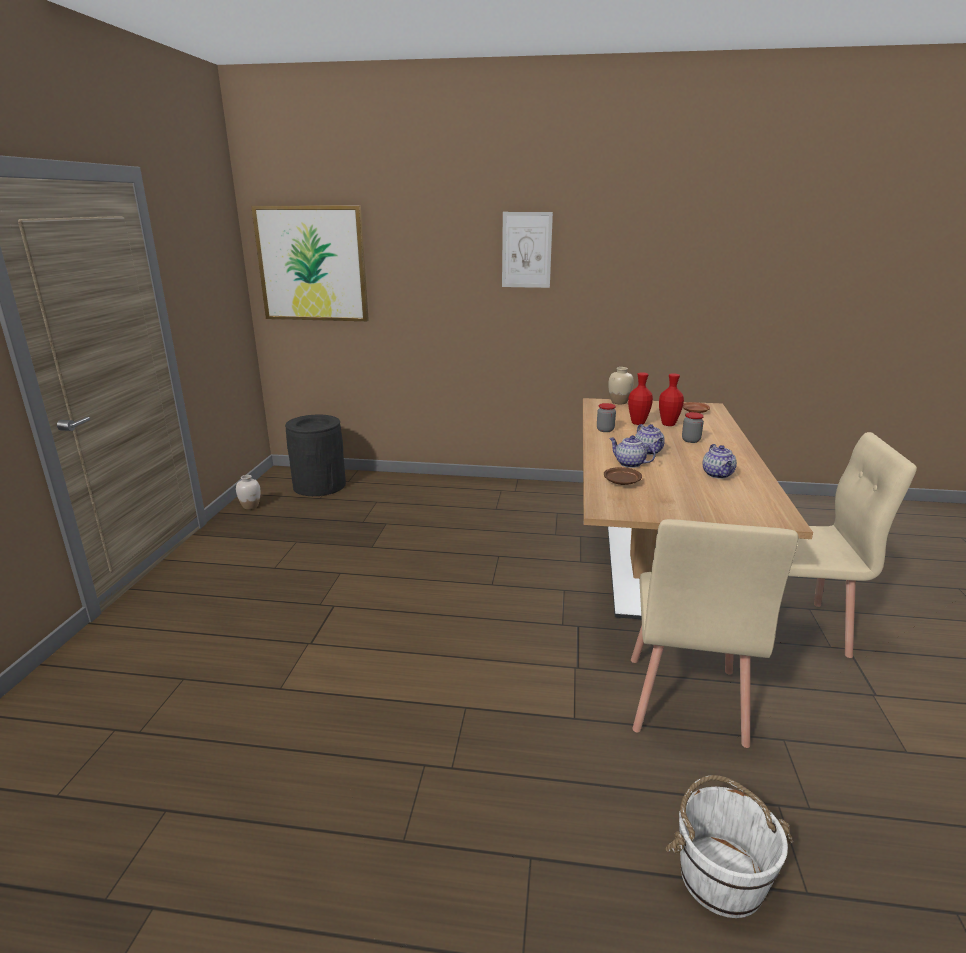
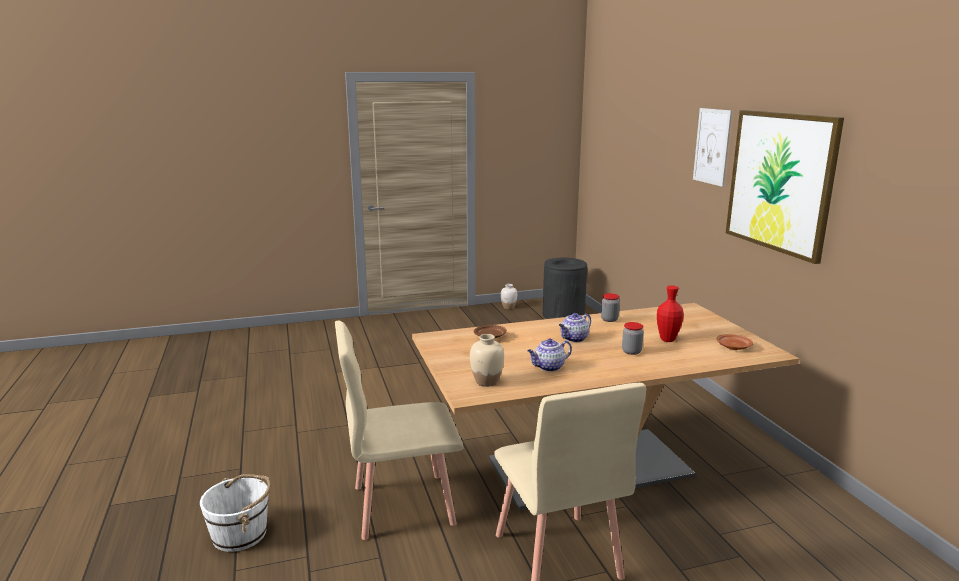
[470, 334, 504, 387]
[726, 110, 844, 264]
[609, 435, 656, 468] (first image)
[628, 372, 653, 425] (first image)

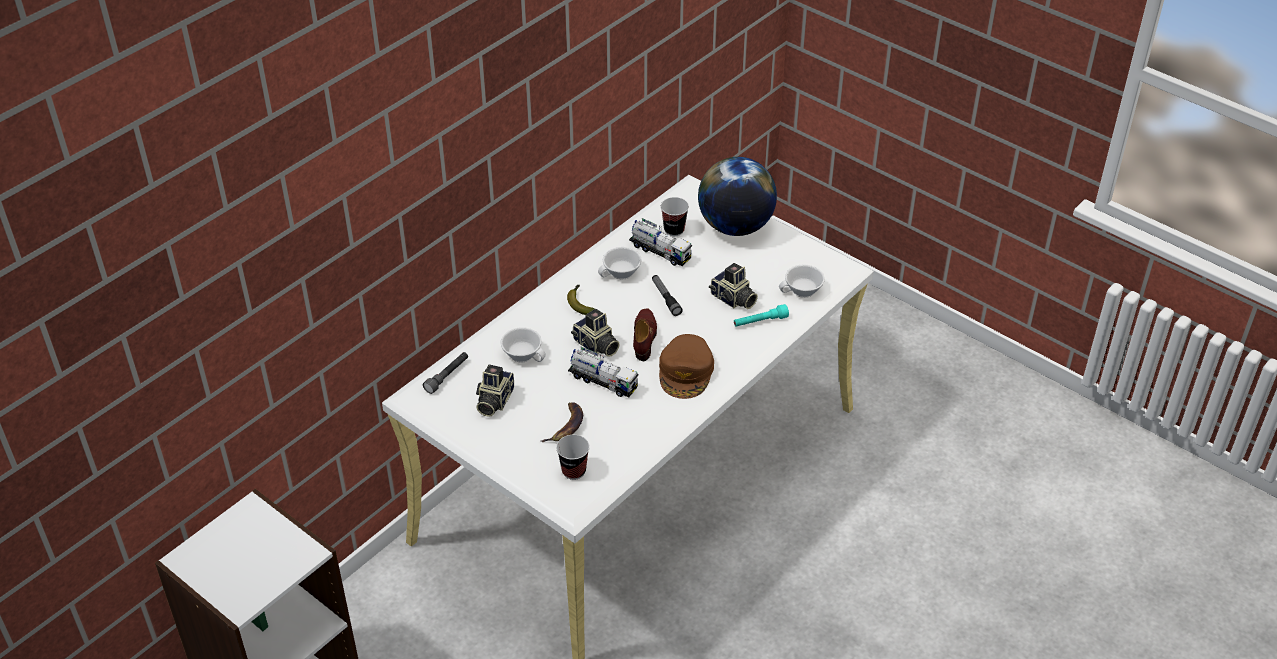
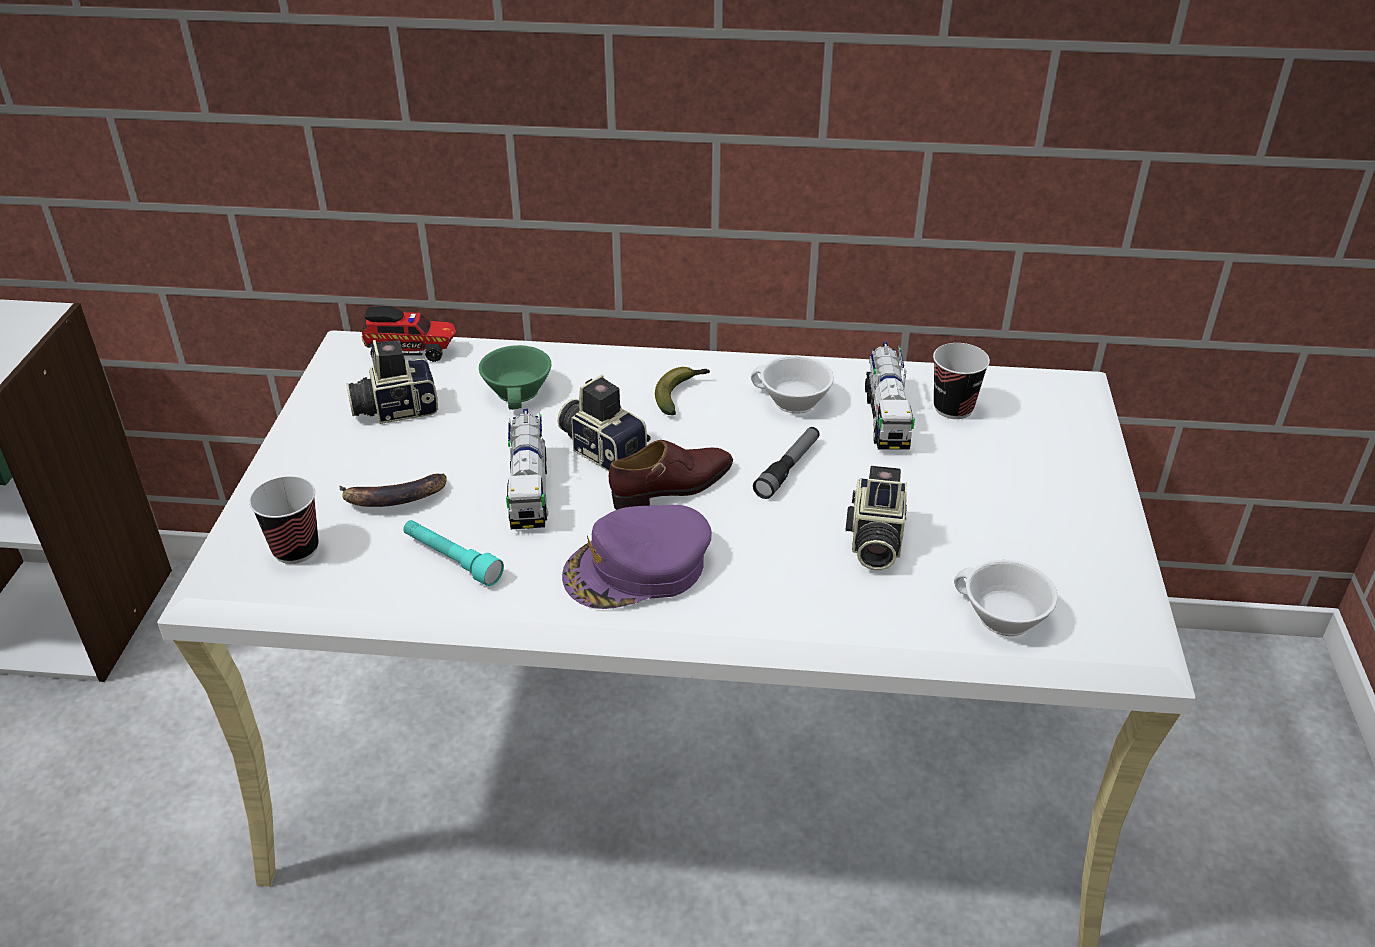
[362, 306, 456, 362]
[403, 520, 504, 586]
[479, 345, 551, 410]
[557, 374, 651, 471]
[562, 505, 712, 609]
[698, 157, 777, 236] (first image)

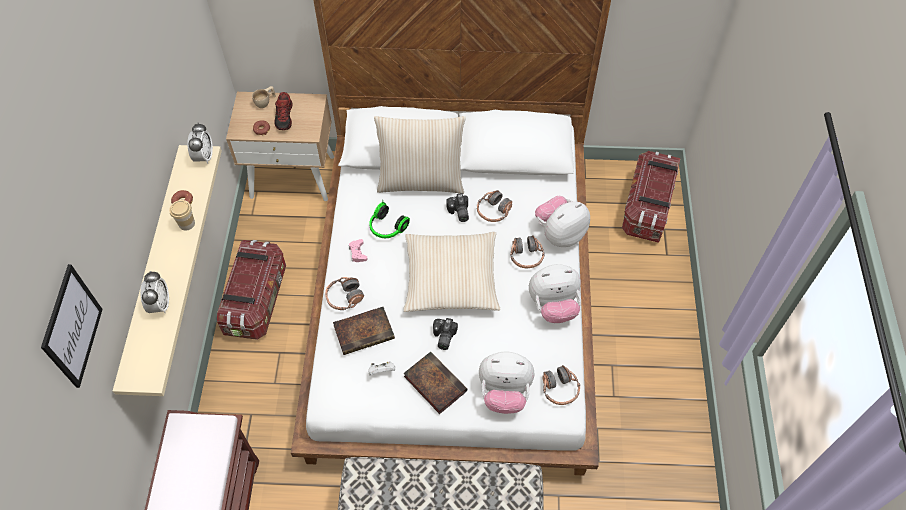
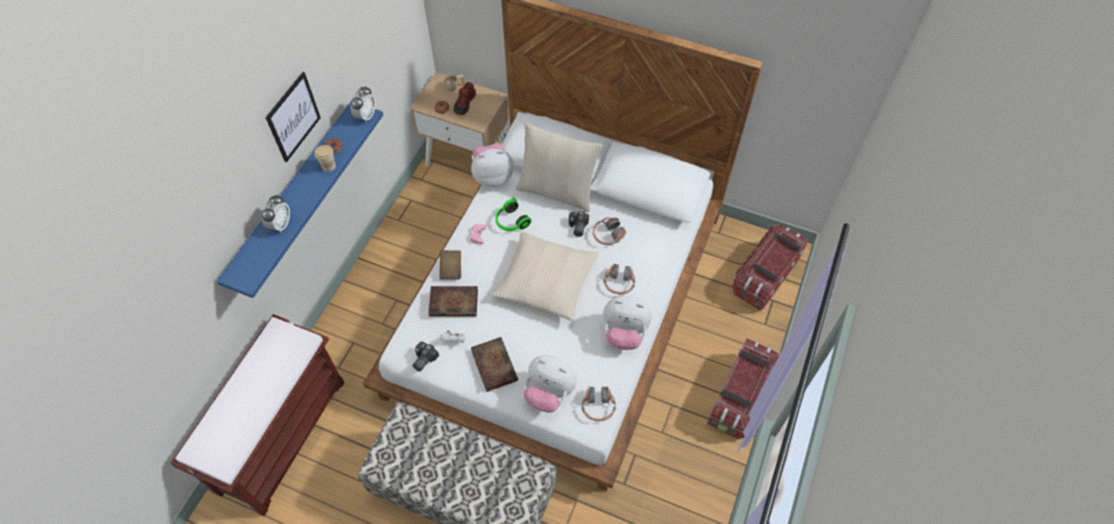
[216, 102, 383, 298]
[265, 72, 321, 162]
[412, 342, 439, 372]
[440, 250, 461, 280]
[471, 143, 514, 187]
[707, 339, 779, 439]

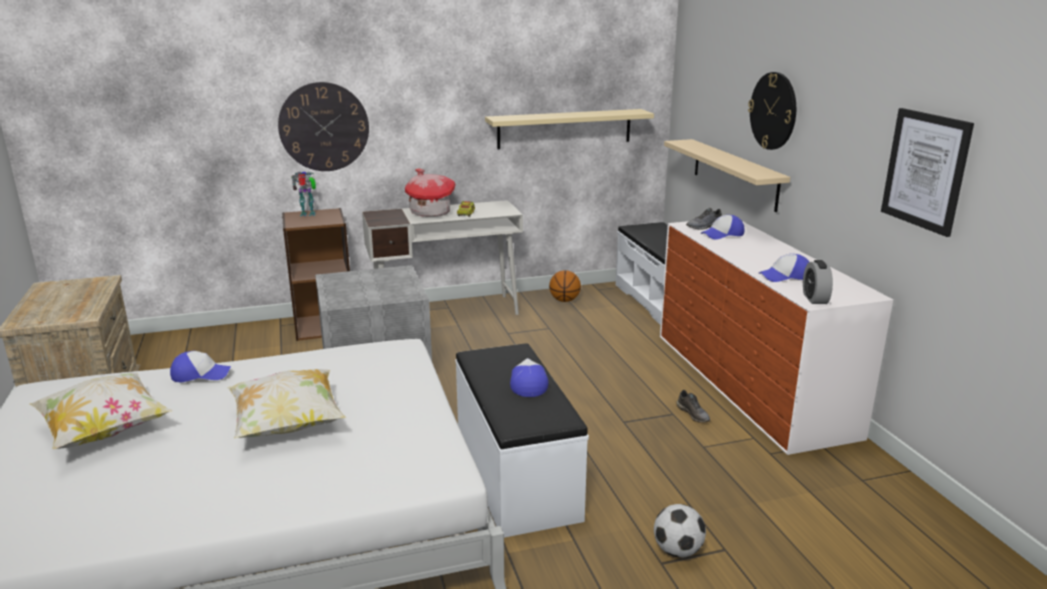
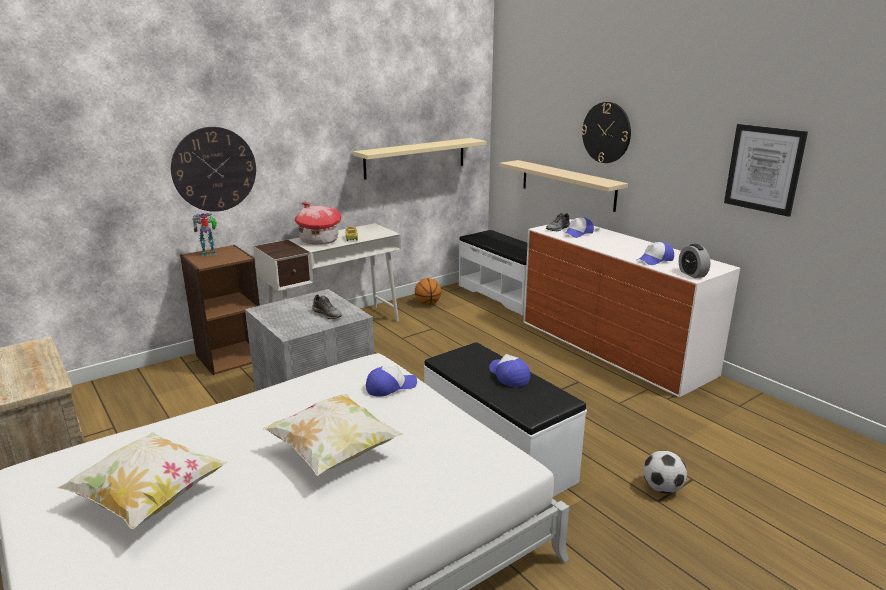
[312, 295, 342, 319]
[366, 366, 417, 397]

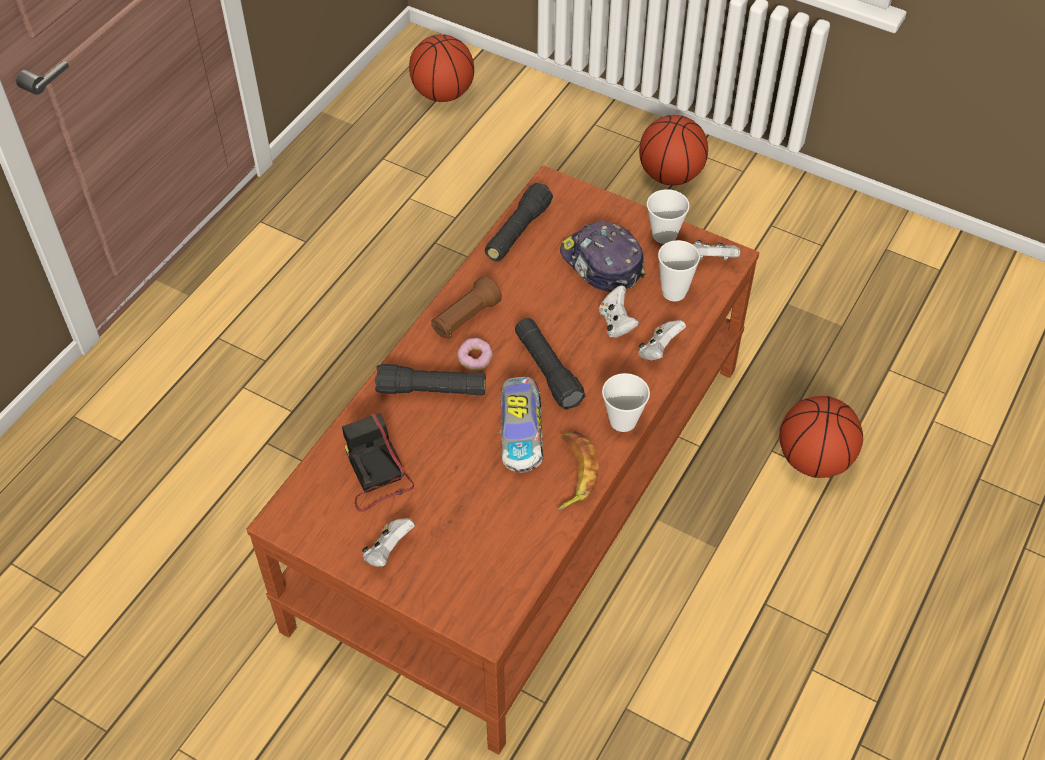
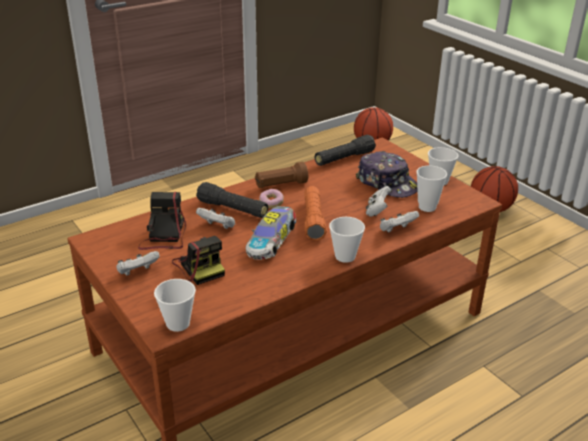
[154, 279, 196, 332]
[172, 236, 225, 285]
[196, 208, 235, 229]
[304, 186, 327, 241]
[356, 151, 417, 198]
[558, 431, 599, 511] (first image)
[779, 396, 863, 478] (first image)

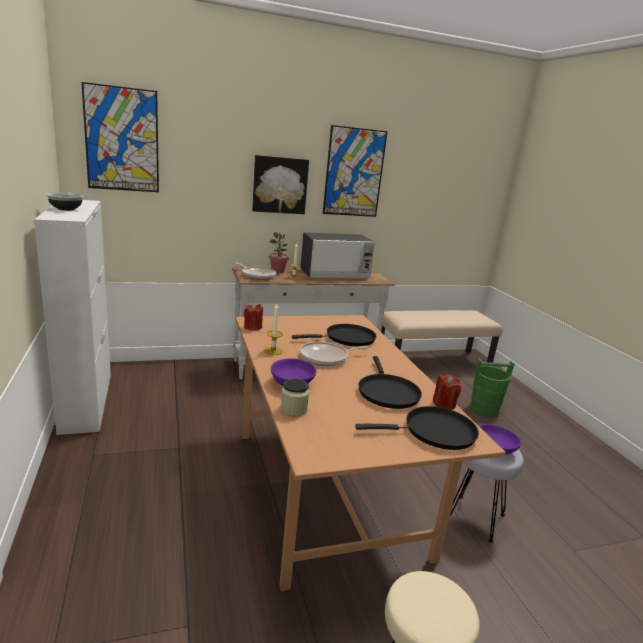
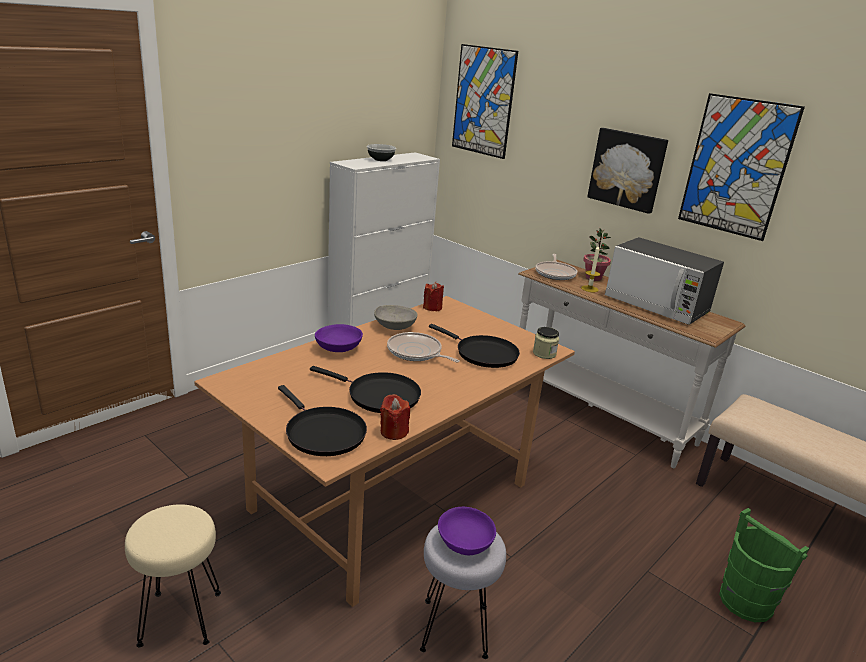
[310, 366, 421, 413]
[374, 305, 417, 330]
[533, 327, 559, 359]

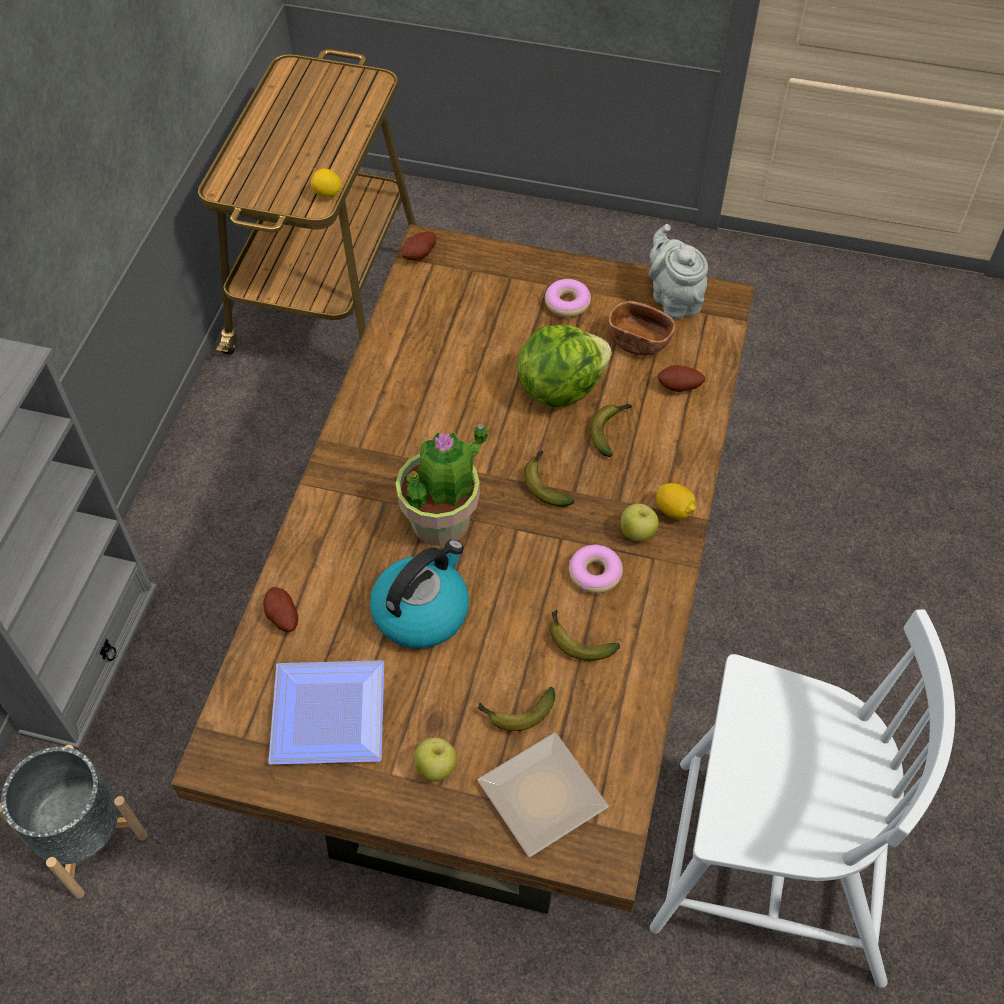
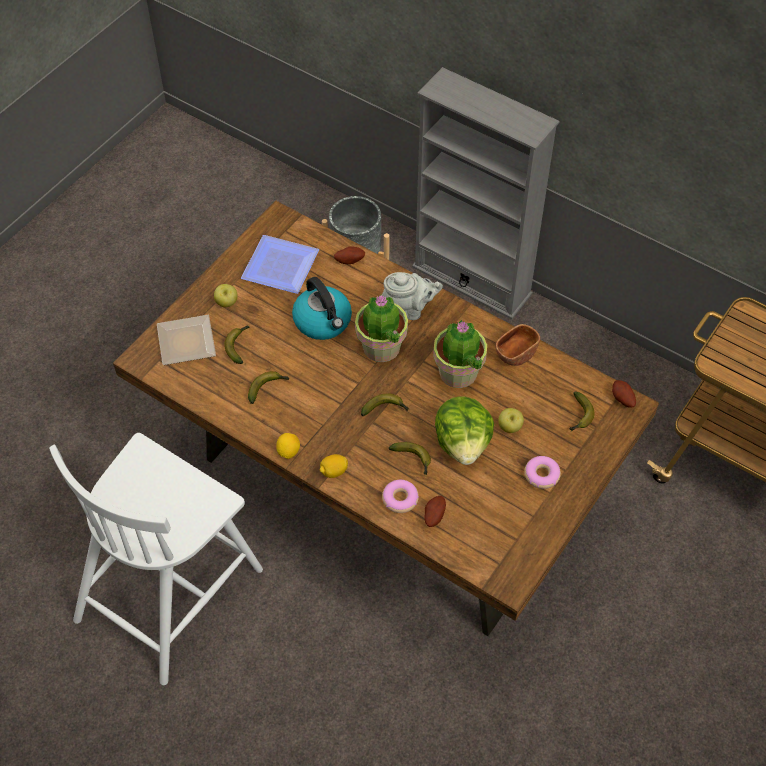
[276, 433, 300, 459]
[382, 272, 443, 320]
[382, 480, 419, 513]
[433, 319, 487, 388]
[496, 324, 540, 366]
[498, 408, 524, 433]
[570, 391, 595, 431]

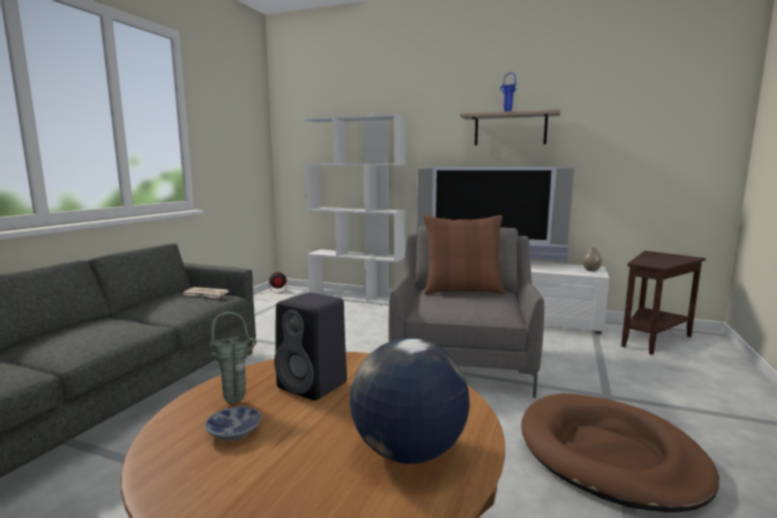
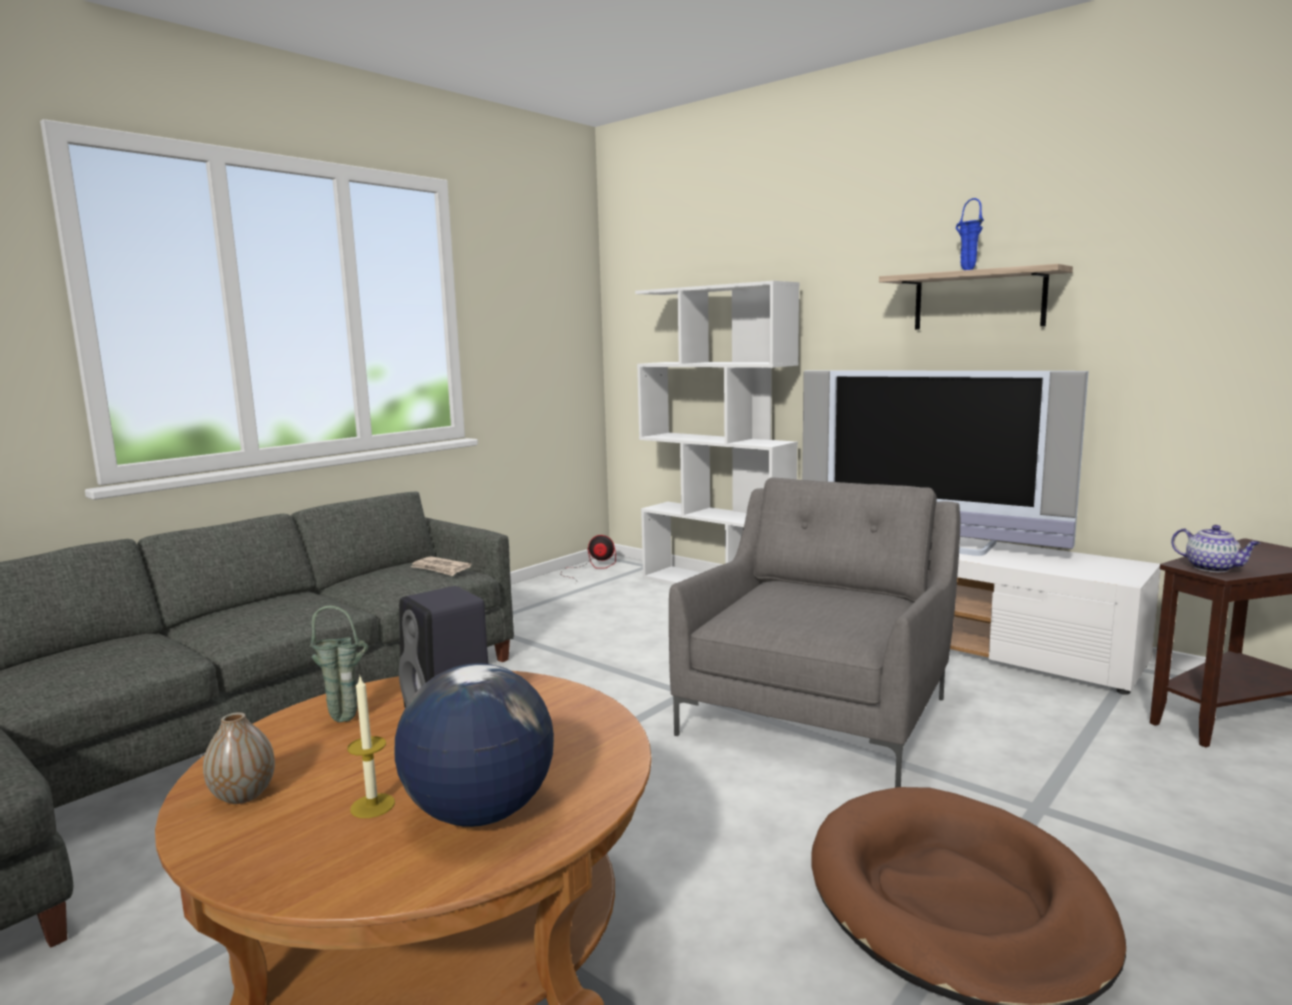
[203, 712, 275, 804]
[347, 677, 395, 818]
[1171, 525, 1261, 572]
[205, 406, 261, 441] (first image)
[423, 215, 506, 294] (first image)

